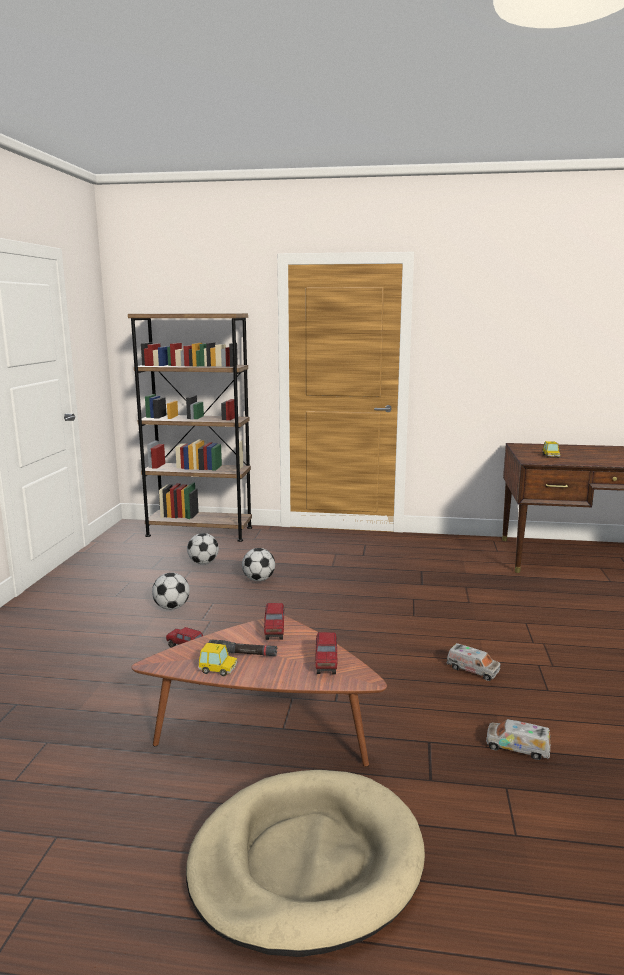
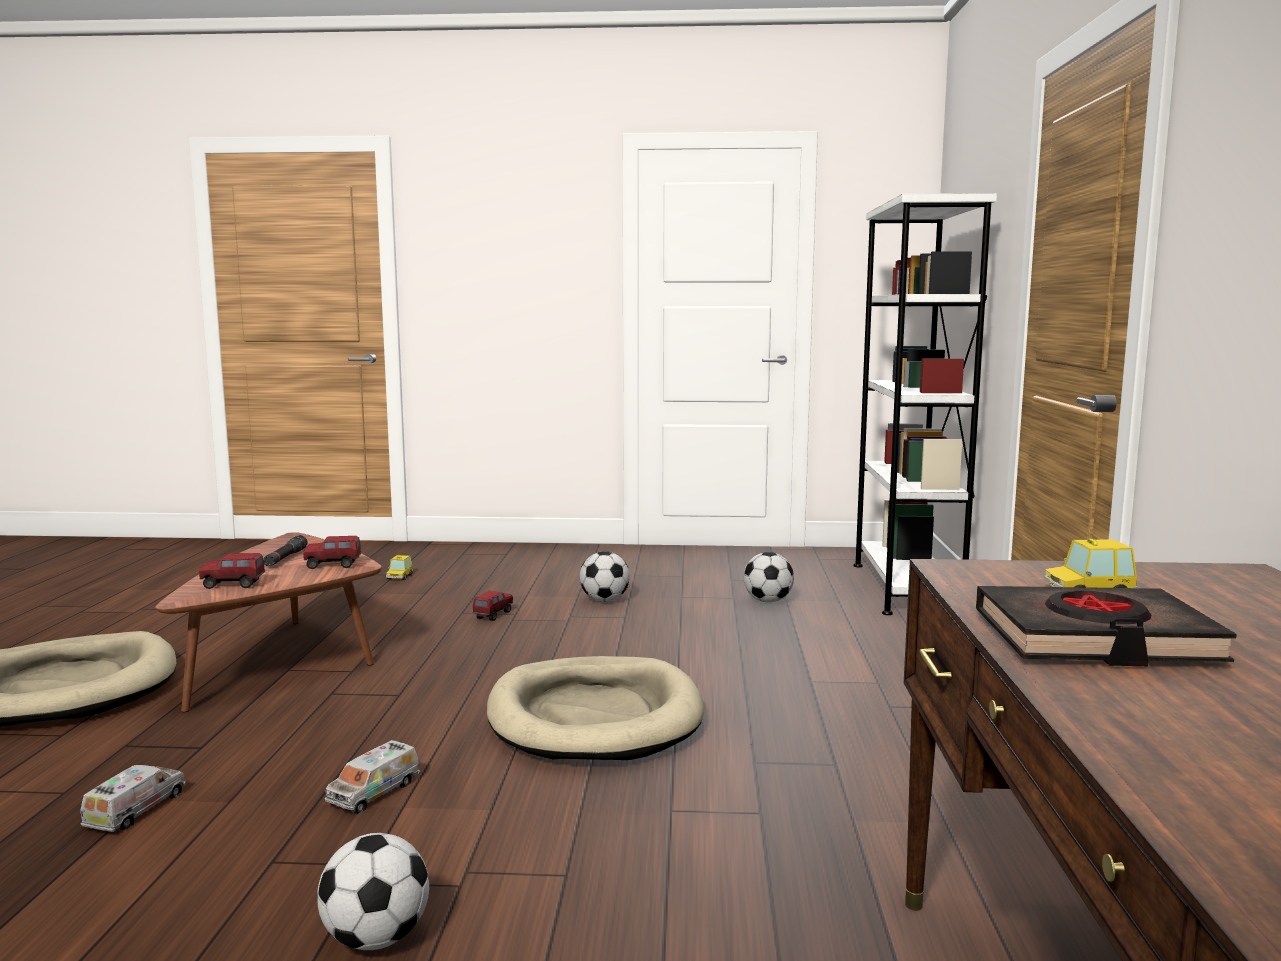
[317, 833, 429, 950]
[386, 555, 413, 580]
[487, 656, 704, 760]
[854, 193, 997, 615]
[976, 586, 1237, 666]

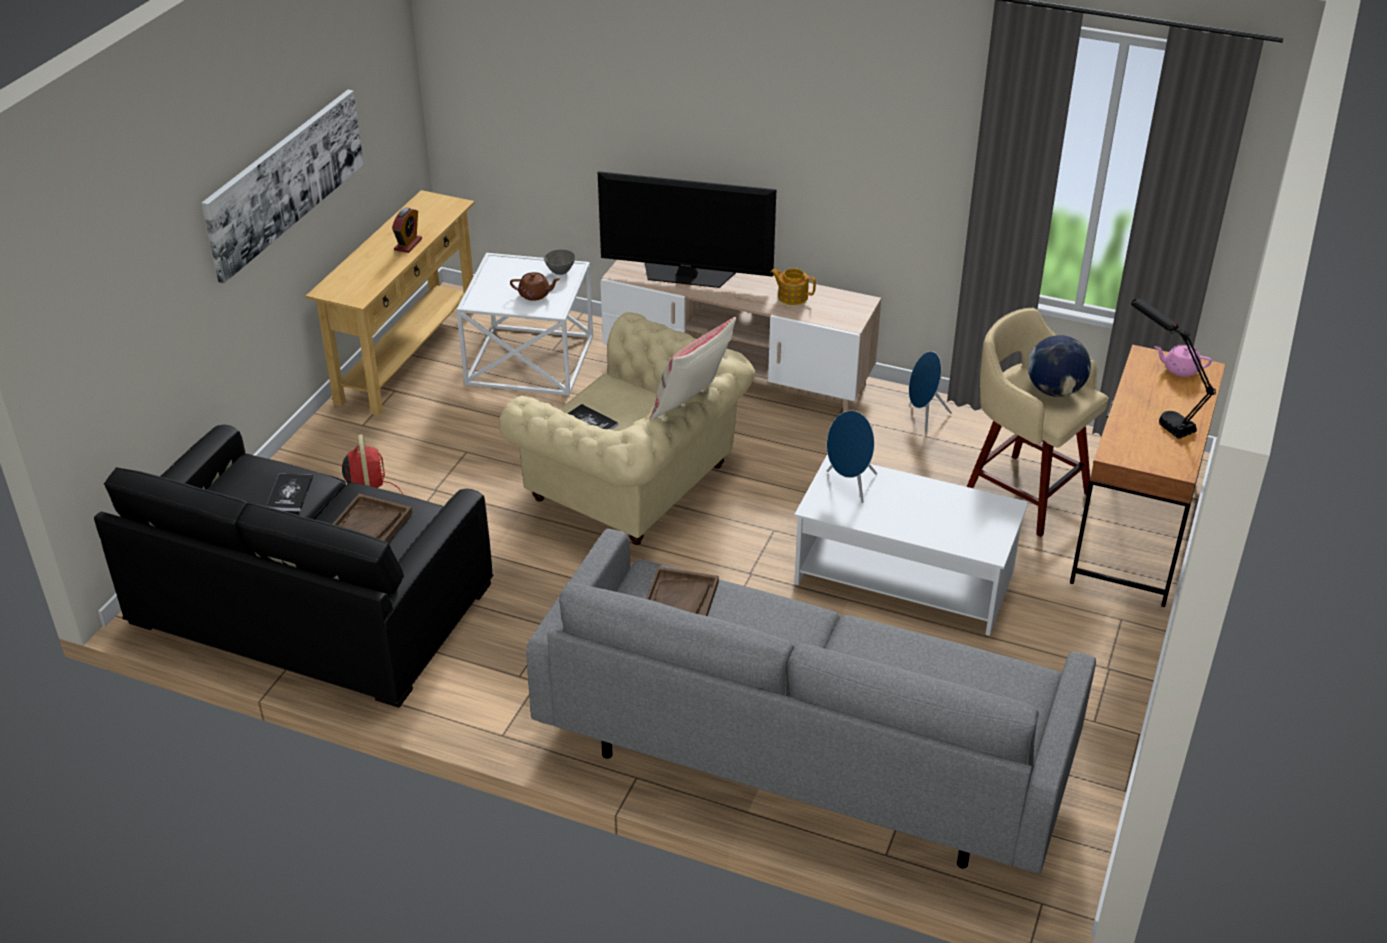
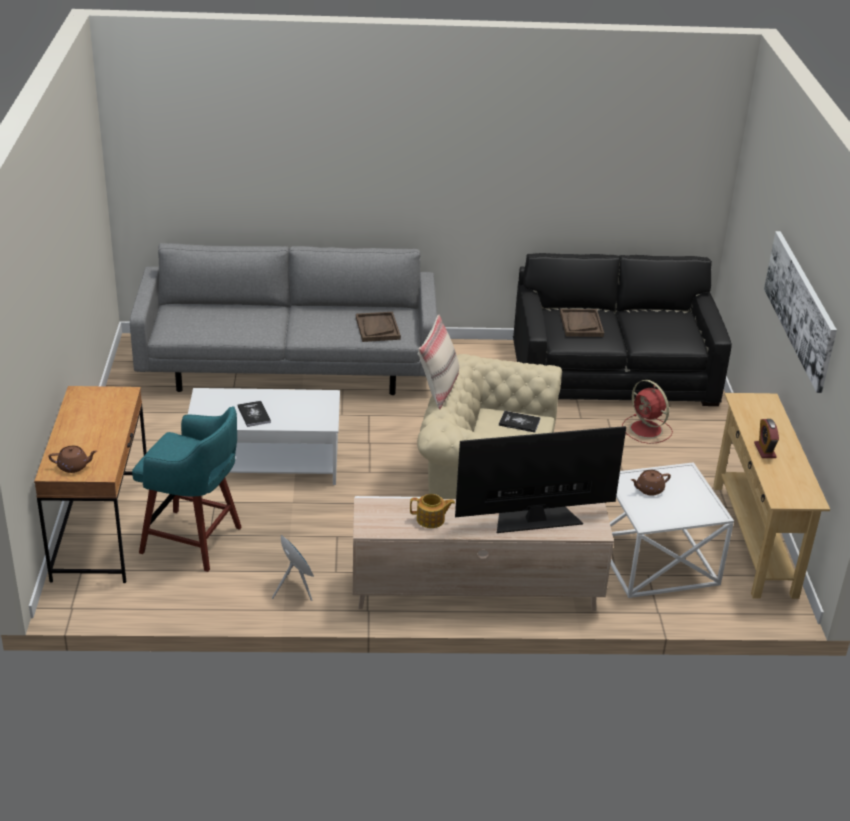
[48, 446, 97, 473]
[132, 406, 242, 572]
[237, 401, 271, 427]
[544, 249, 575, 275] (first image)
[827, 410, 877, 503] (first image)
[1028, 335, 1091, 397] (first image)
[1131, 299, 1216, 439] (first image)

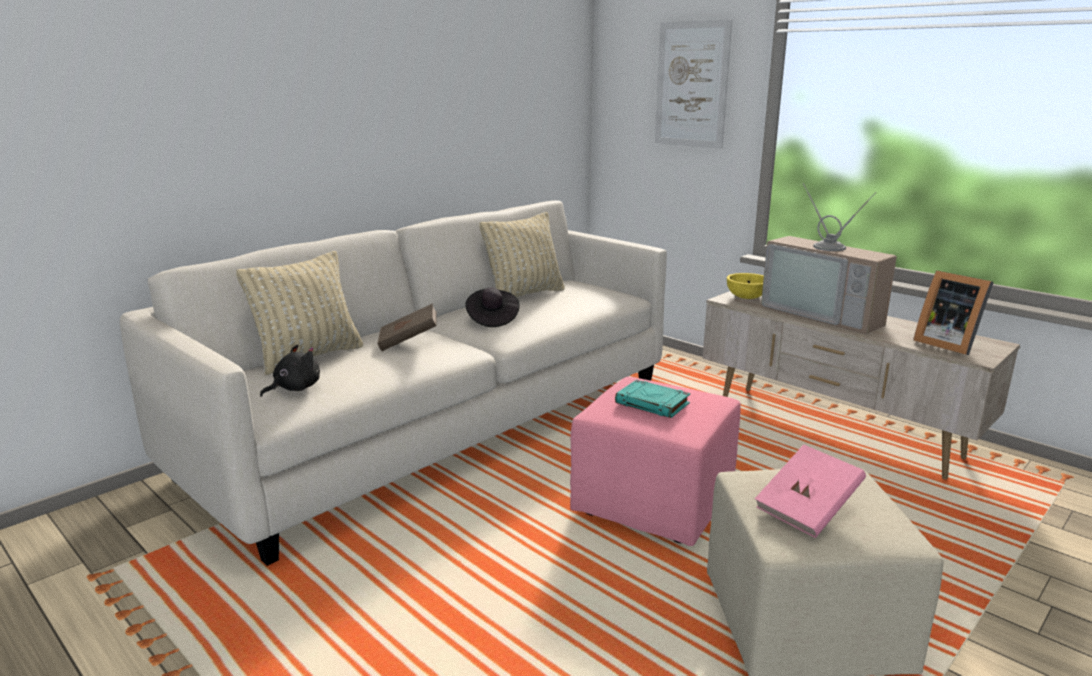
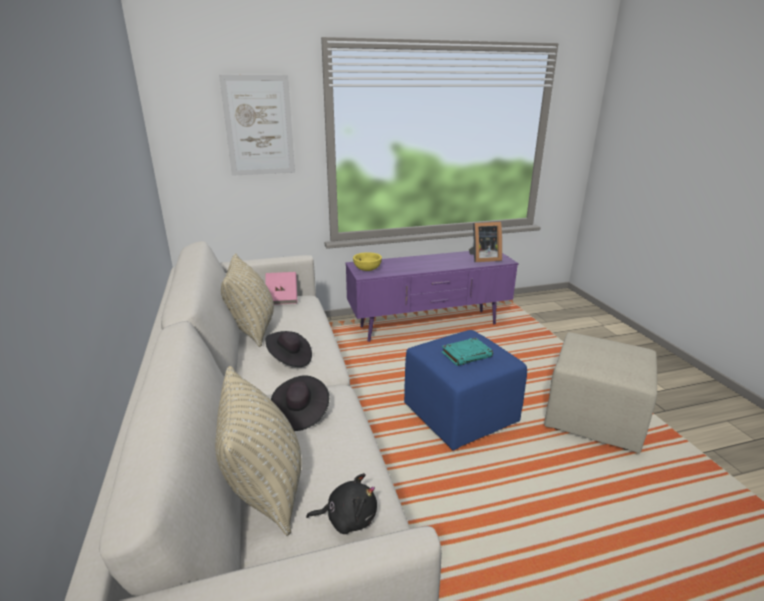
[265, 272, 297, 305]
[271, 375, 329, 431]
[306, 473, 377, 534]
[345, 251, 518, 342]
[404, 330, 527, 451]
[761, 183, 897, 334] (first image)

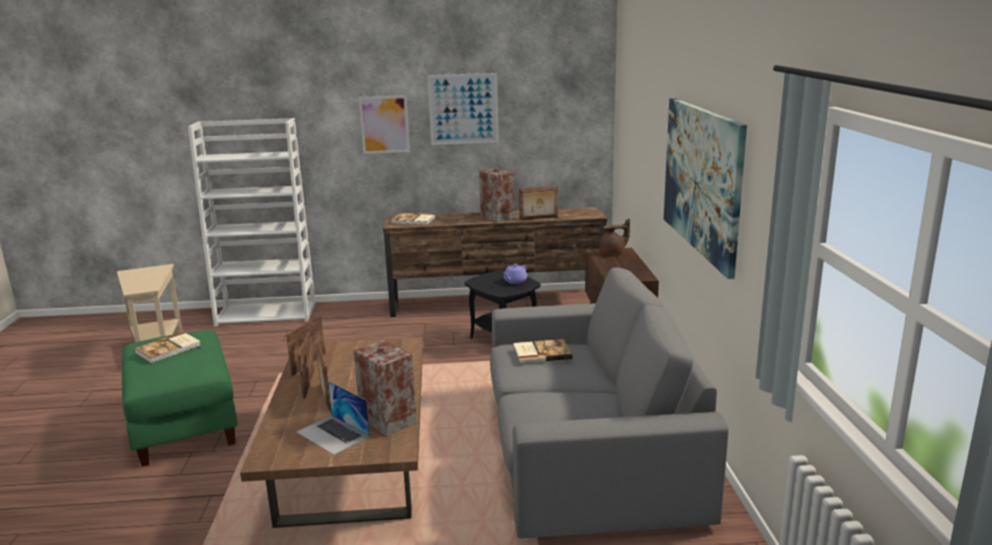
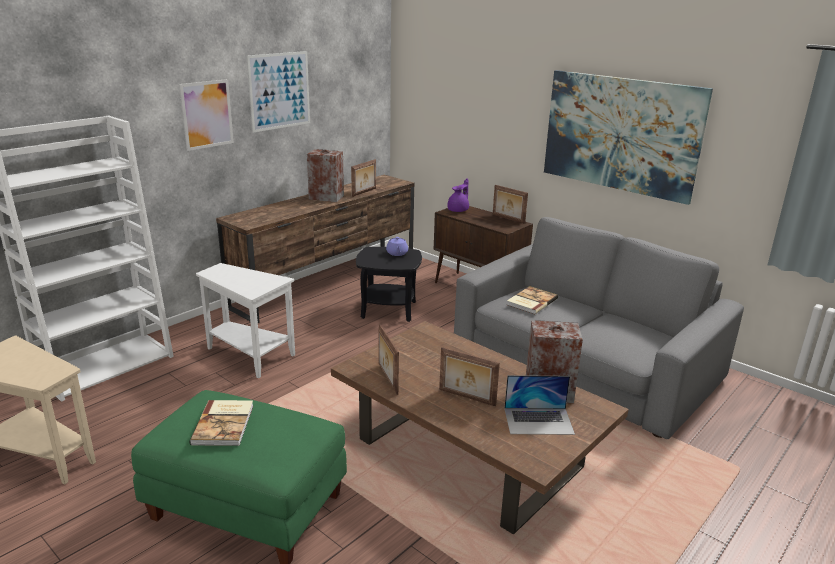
[196, 263, 295, 378]
[447, 178, 469, 212]
[493, 185, 528, 224]
[391, 213, 436, 225] (first image)

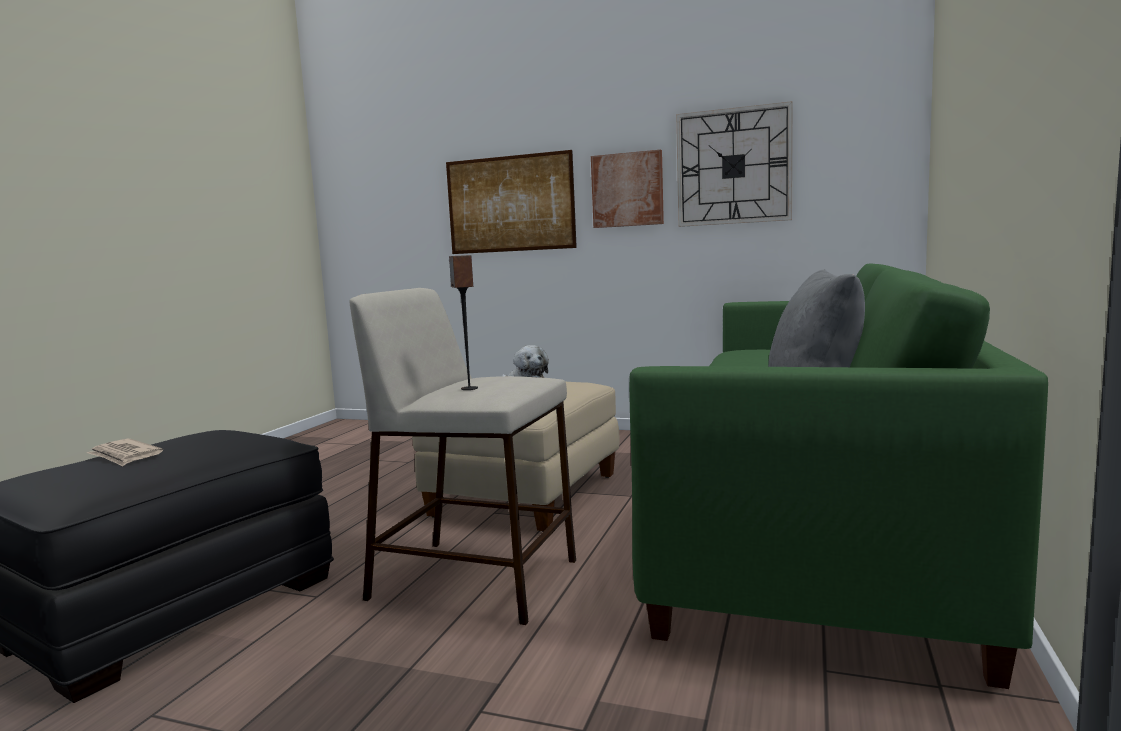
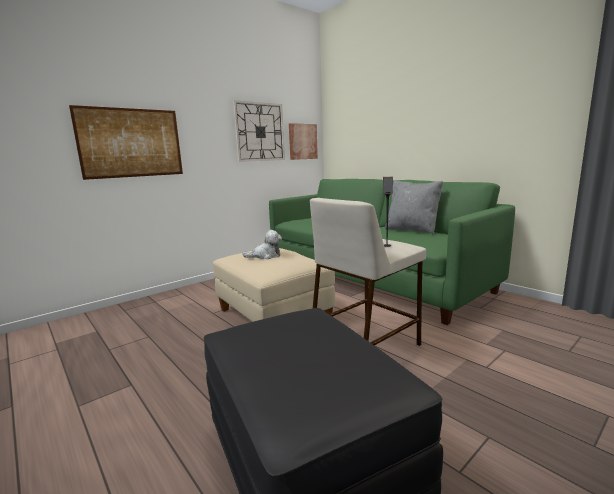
[289, 123, 318, 160]
[87, 439, 163, 466] (first image)

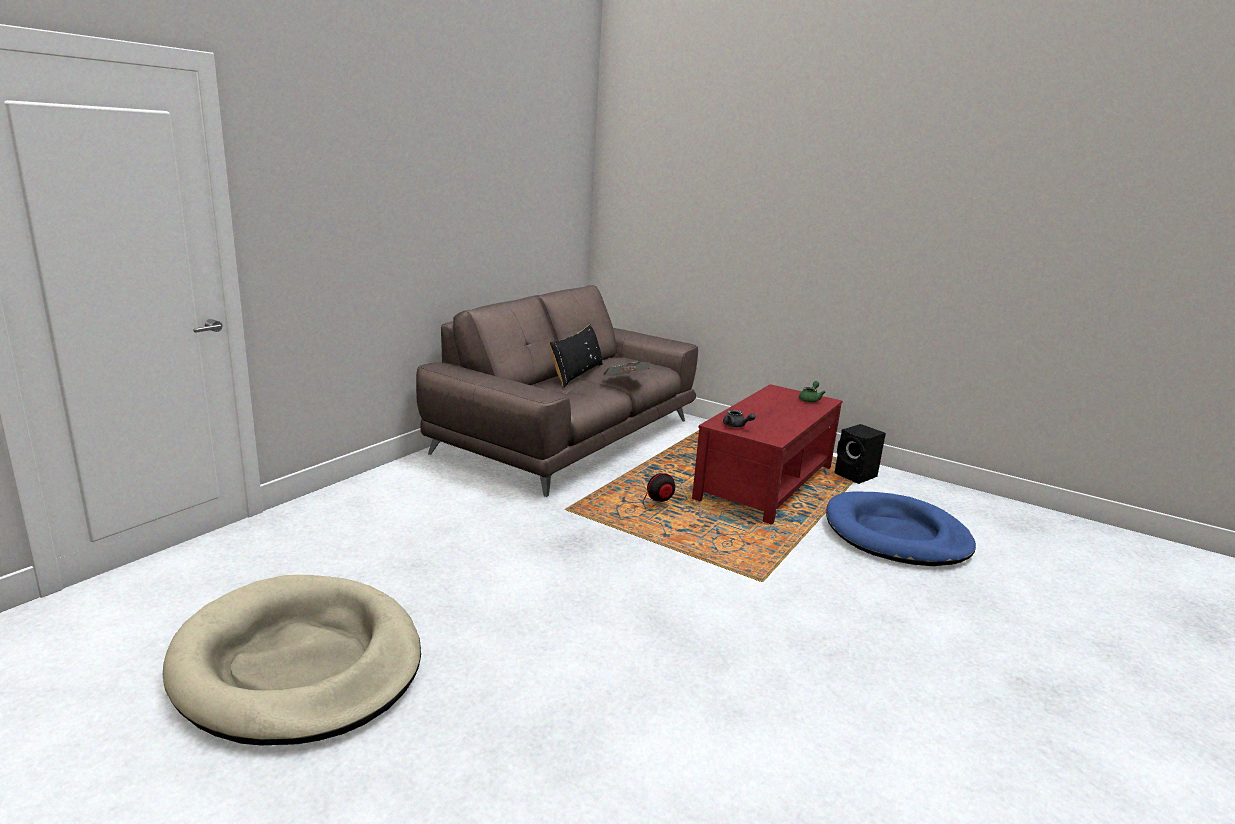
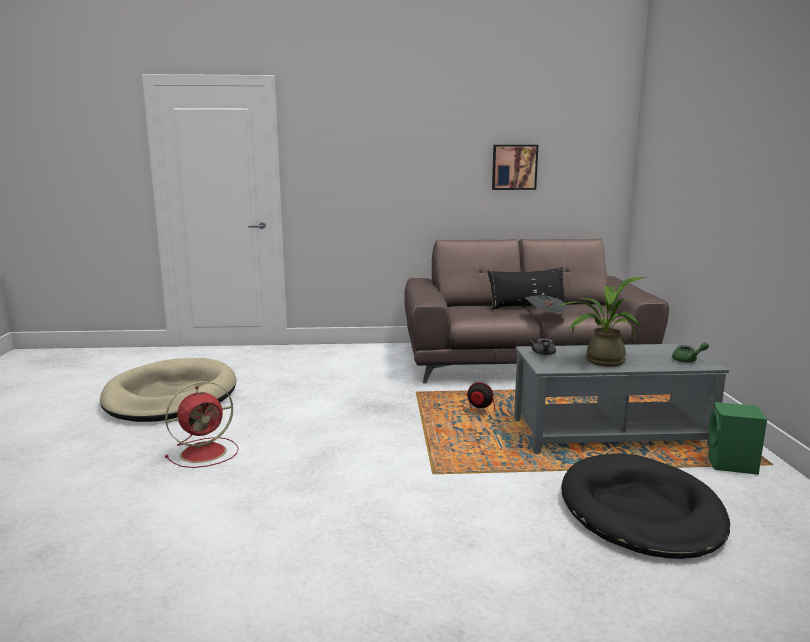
[165, 381, 239, 468]
[492, 145, 538, 190]
[514, 344, 729, 454]
[557, 277, 648, 367]
[561, 453, 730, 559]
[708, 402, 767, 475]

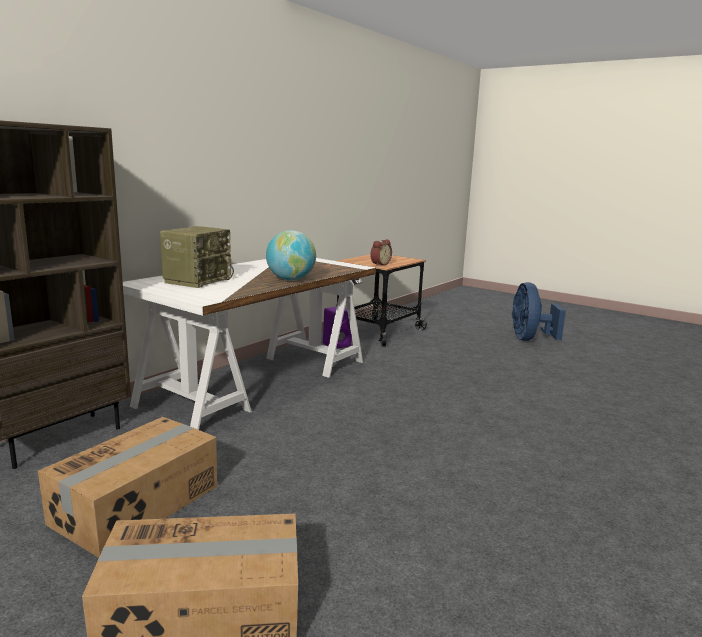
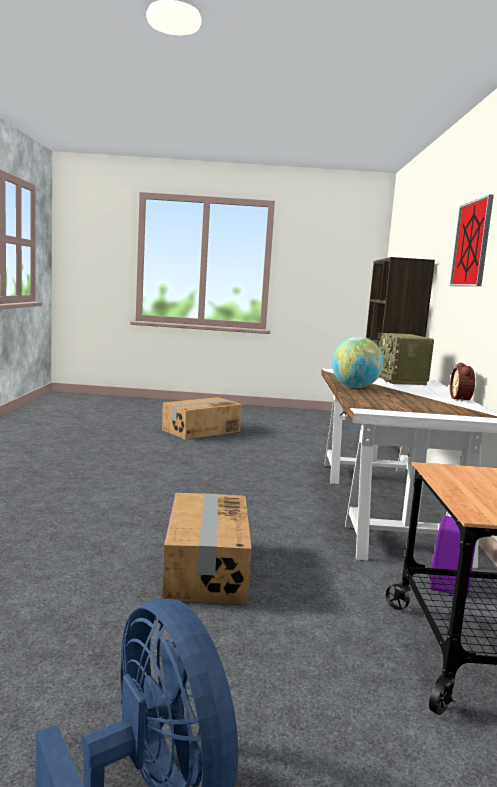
[162, 493, 252, 604]
[450, 194, 494, 286]
[450, 363, 475, 402]

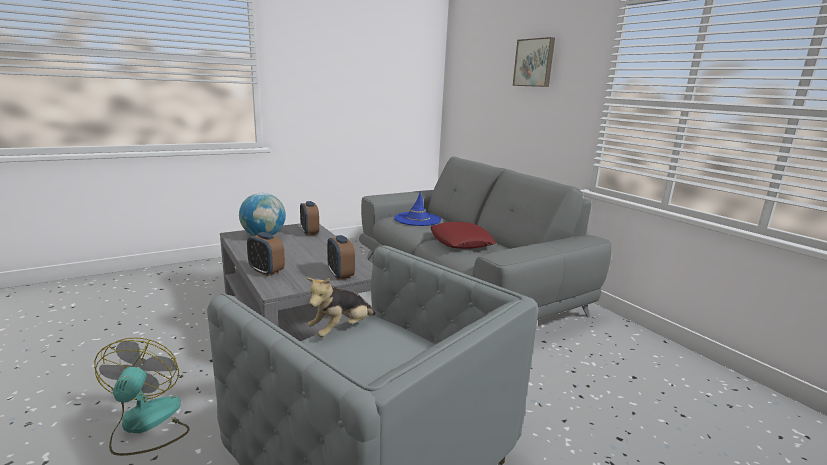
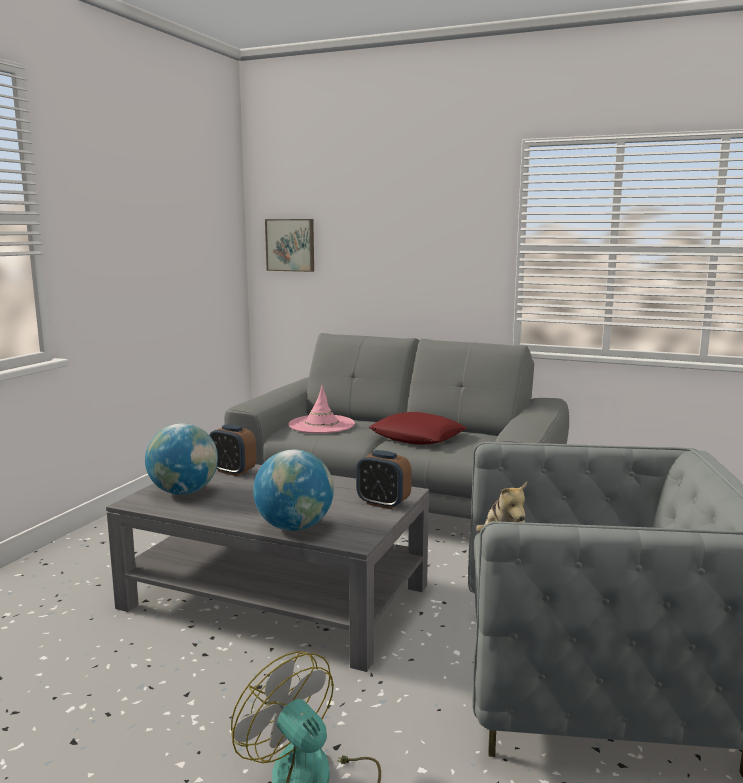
[253, 450, 334, 531]
[265, 219, 314, 272]
[289, 385, 355, 433]

